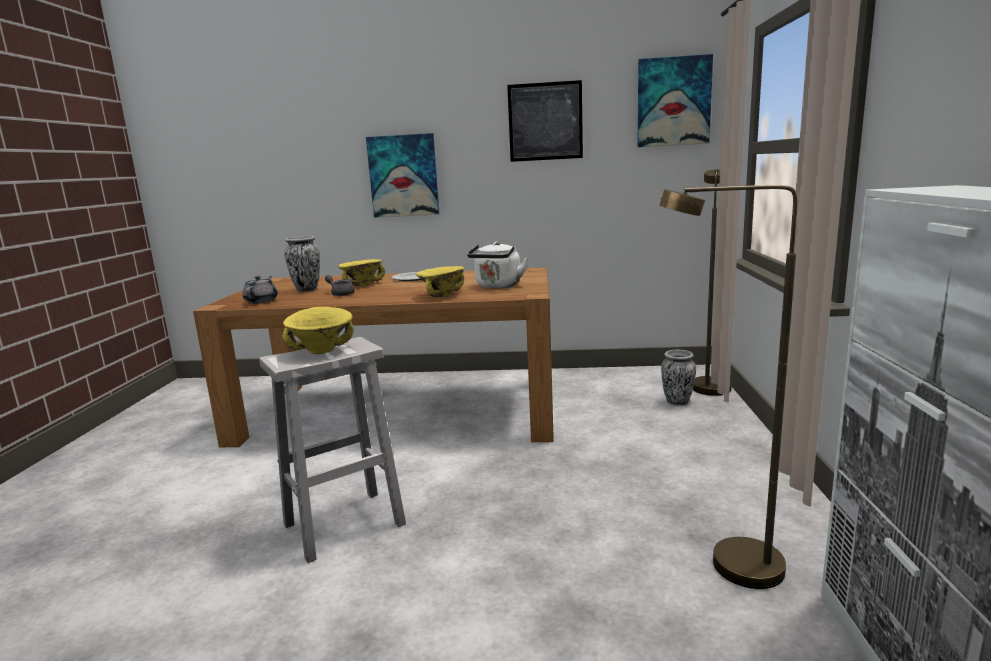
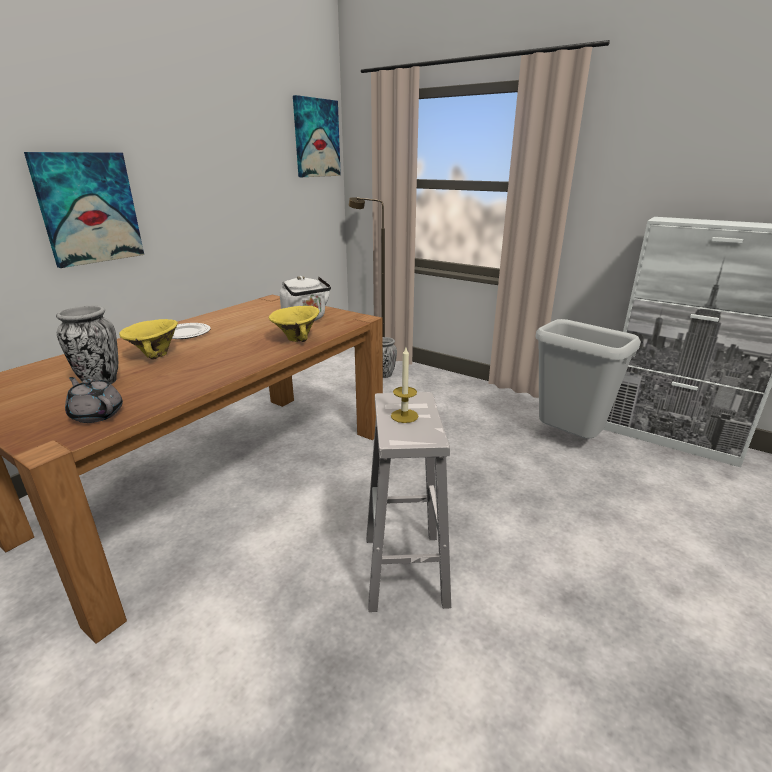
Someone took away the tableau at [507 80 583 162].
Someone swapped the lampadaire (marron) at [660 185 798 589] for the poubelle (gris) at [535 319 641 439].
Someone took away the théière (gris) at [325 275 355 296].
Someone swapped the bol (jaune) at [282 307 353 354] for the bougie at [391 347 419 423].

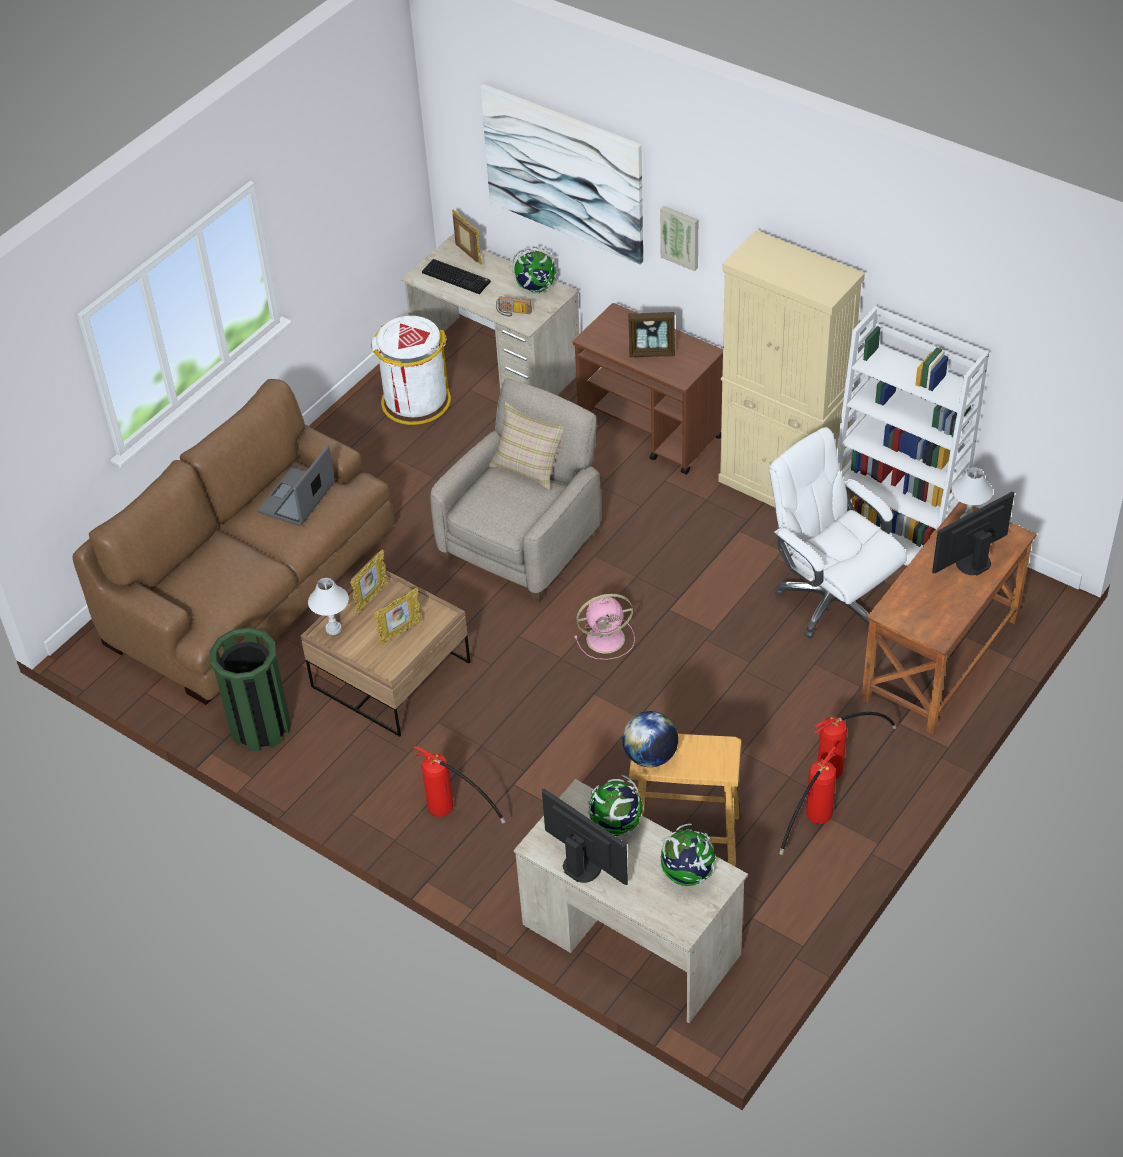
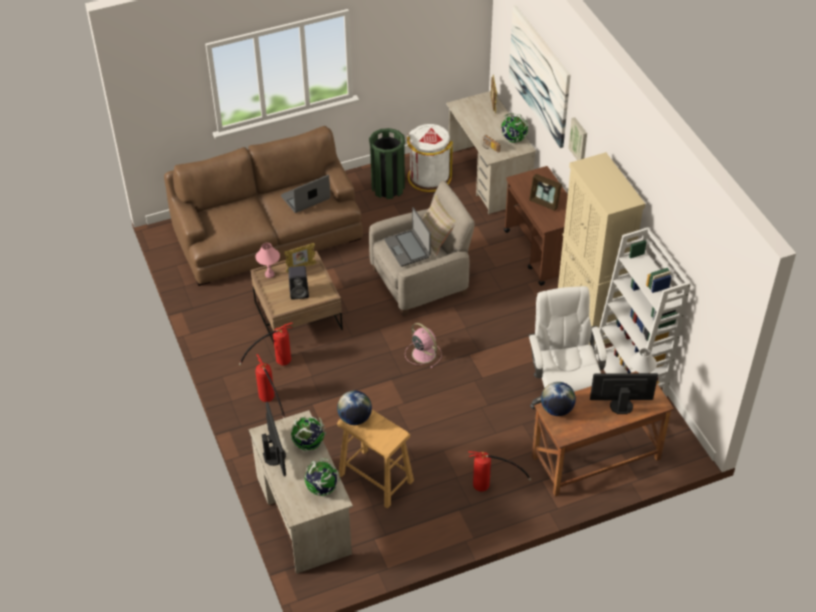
Someone took away the clavier at [422 259 491 294].
Someone repainted the lampe de table (blanc) at [308 578 349 635], which became the lampe de table (rose) at [255 243 280 278].
Someone swapped the cadre photo at [374 588 423 646] for the enceinte (noir) at [288 266 309 300].
Someone rotated the ventilateur (rose) at [574 594 635 660] by 150 degrees counterclockwise.
Someone carried the poubelle (vert) from [210 627 291 751] to [369 128 405 199].
Someone carried the extincteur from [779 746 836 855] to [239 322 293 366].
Someone put down the ordinateur portable at [384 207 431 267].
Someone put down the globe at [541 382 576 416].

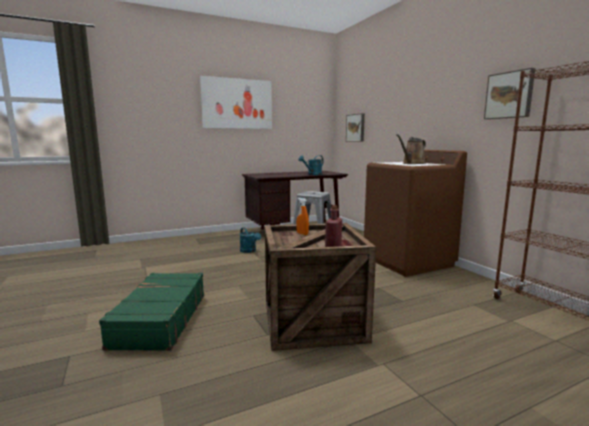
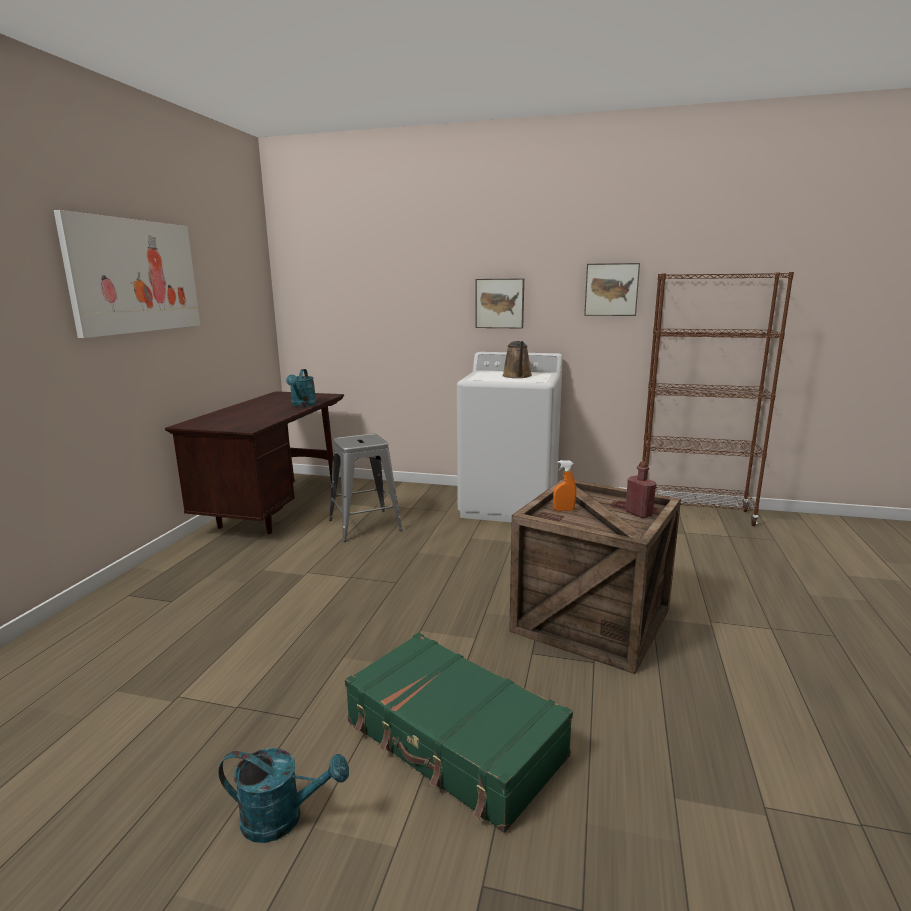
Someone carried the tableau from [346 113 365 141] to [476 278 524 328].
Someone repainted the lave-linge (marron) at [364 150 467 277], which became the lave-linge (blanc) at [457 352 563 522].
Someone carried the arrosoir (turquoise) from [240 227 261 253] to [218 748 349 843].

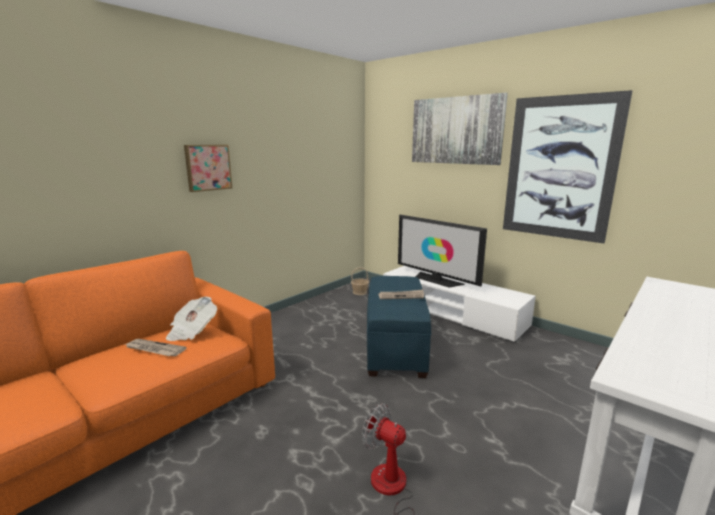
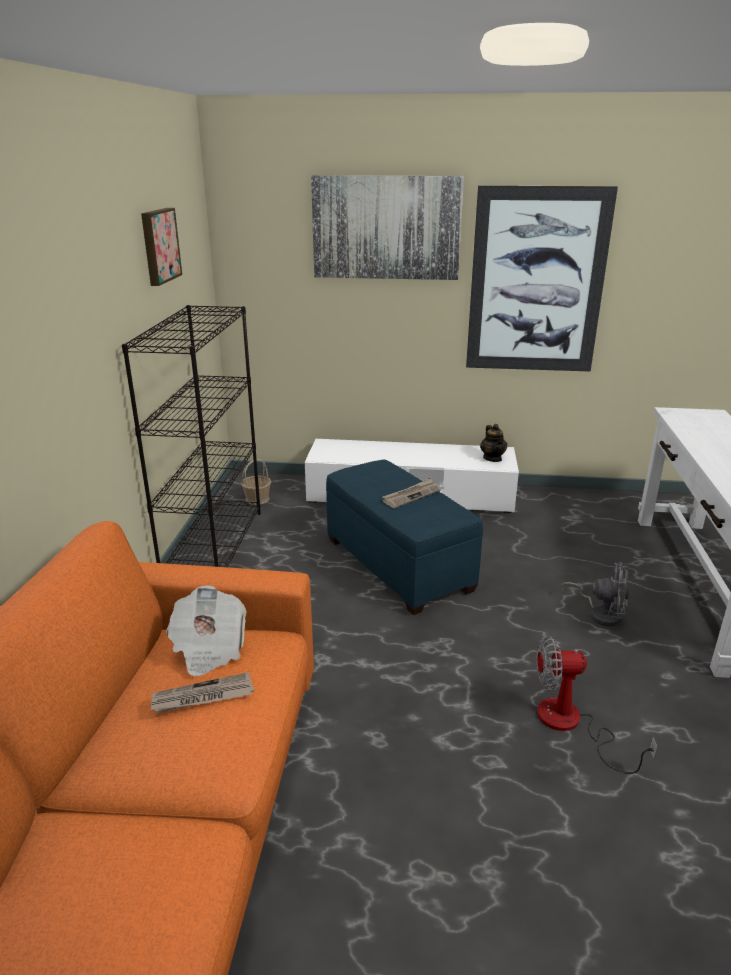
Someone carried the tableau from [184 145 232 192] to [141 208 182 286].
Someone took away the téléviseur at [398 215 487 288].
Someone put down the bibliothèque (noir) at [122 305 261 567].
Someone put down the théière at [480 424 508 462].
Someone put down the ventilateur (gris) at [561 562 629 626].

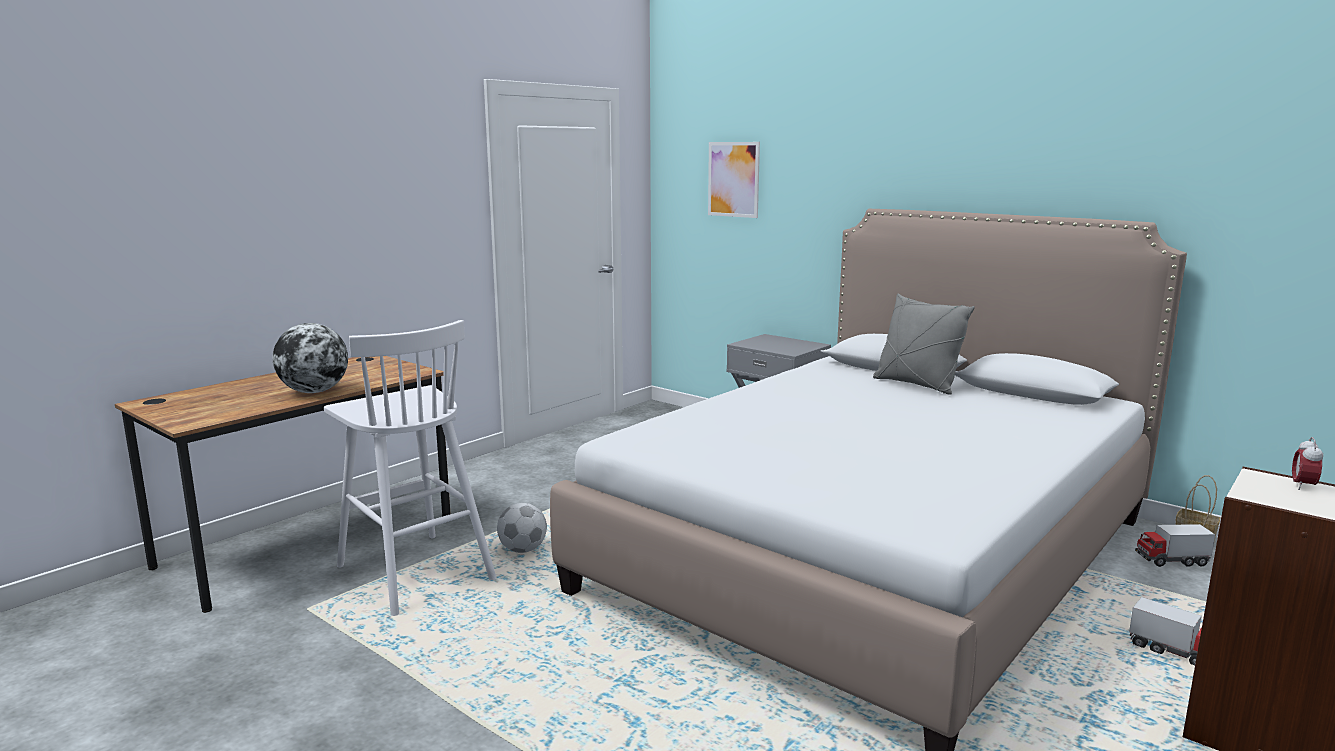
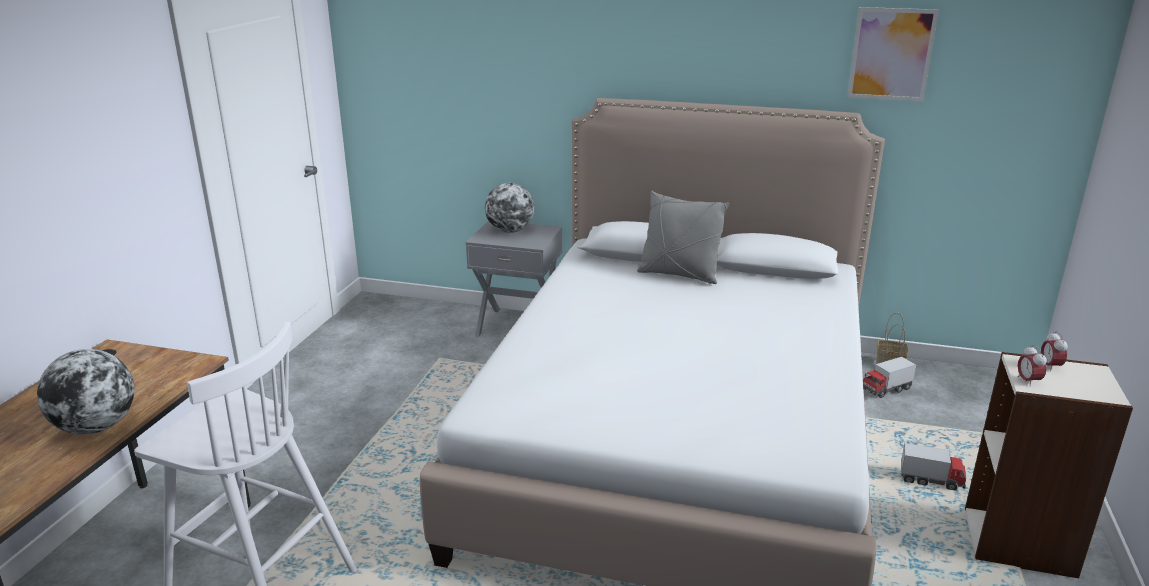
Someone carried the tableau from [708 142 760 218] to [847 7 939 101].
Someone took away the ballon de foot at [497 503 547 553].
Someone put down the globe at [485 183 534 233].
Someone put down the réveil at [1018 345 1047 387].

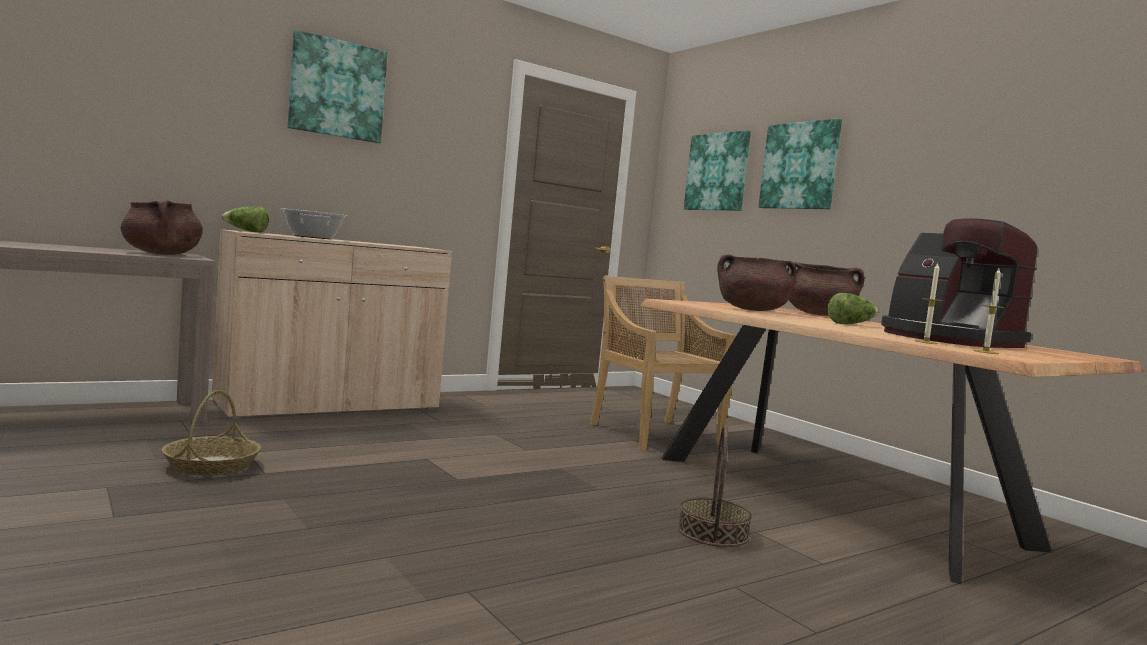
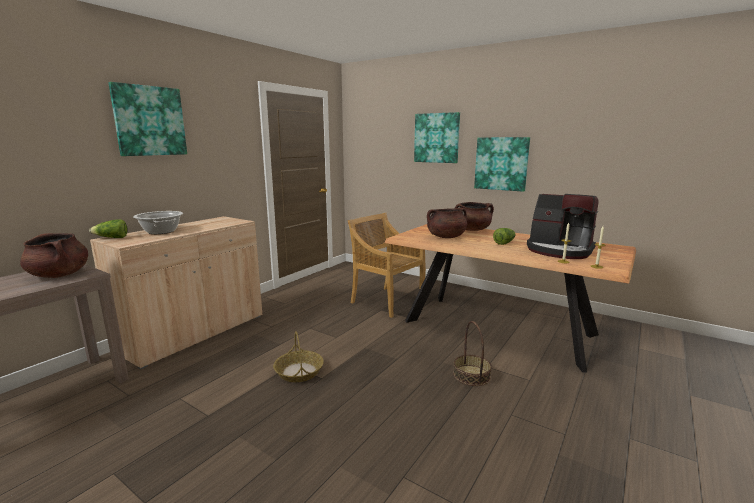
Someone carried the tableau from [684 130 751 211] to [474 137 530 192].
Someone carried the panier from [162 390 261 476] to [273 331 324 382].

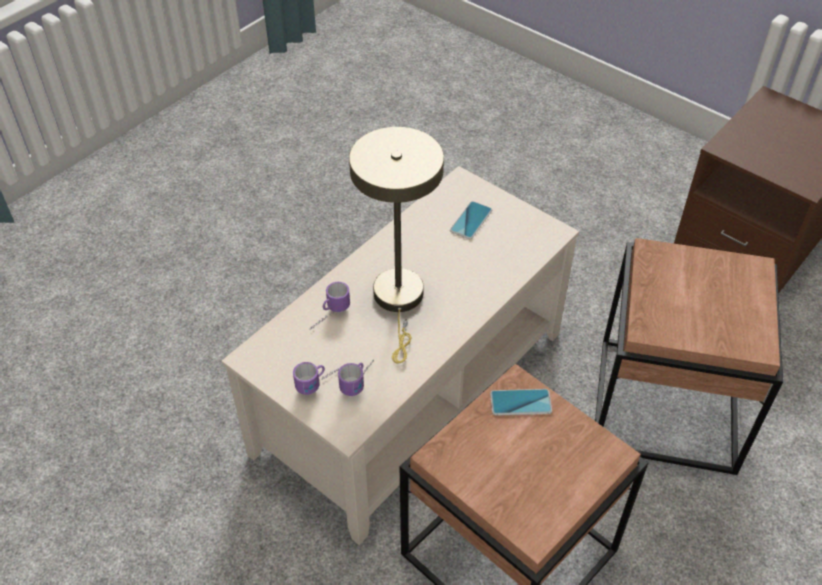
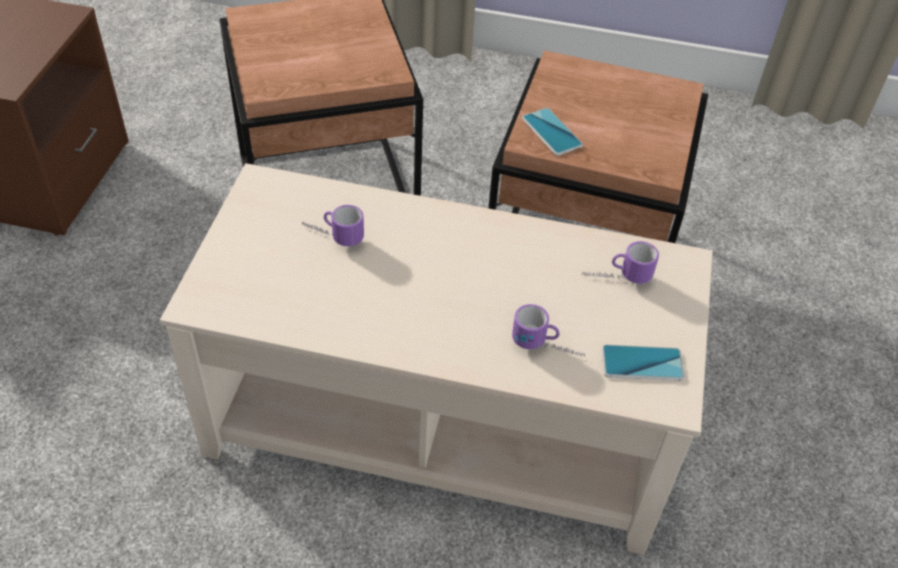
Someone took away the lampe de table (beige) at [349 127 444 363].
Someone carried the téléphone from [450 201 492 239] to [601 344 685 381].
Someone carried the mug from [293 362 342 395] to [302 205 364 247].

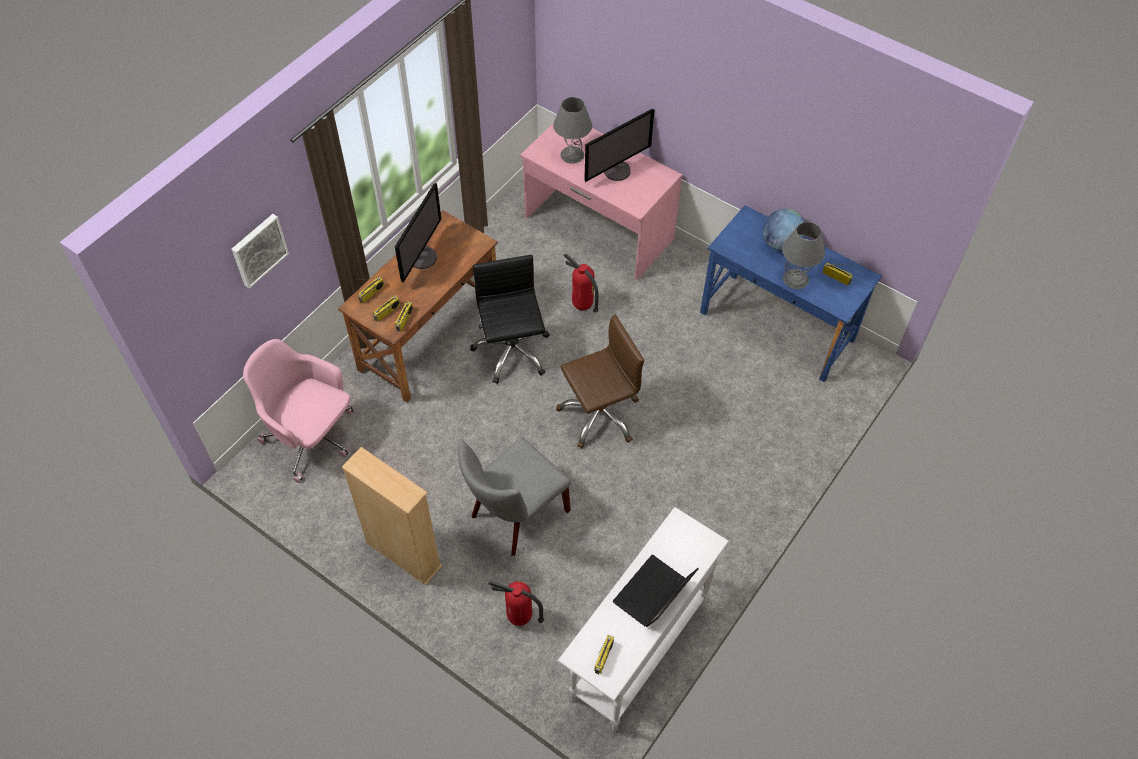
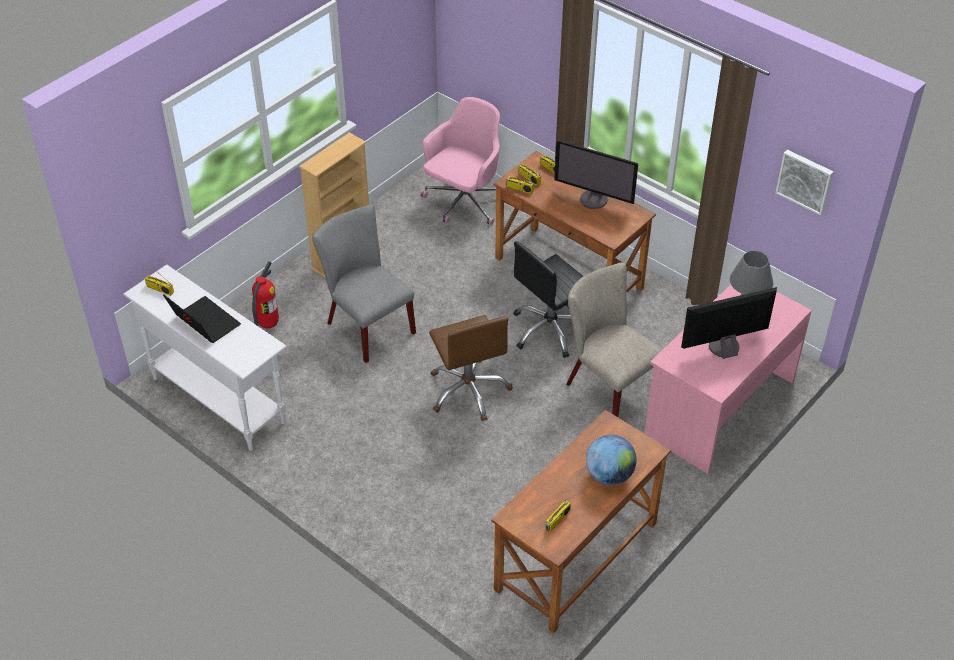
Someone rotated the écran d'ordinateur at [584 109 655 182] by 105 degrees clockwise.
Someone repainted the bureau (bleu) at [700 205 882 382], which became the bureau (marron) at [491 410 671 633].
Someone carried the tableau from [232 214 289 289] to [776 150 834 215].
Someone took away the lampe de table (gris) at [782 222 825 289].
Someone swapped the extincteur at [563 253 599 313] for the chaise (beige) at [566 262 663 417].
Someone rotated the chaise de bureau (noir) at [470 255 550 384] by 150 degrees clockwise.

